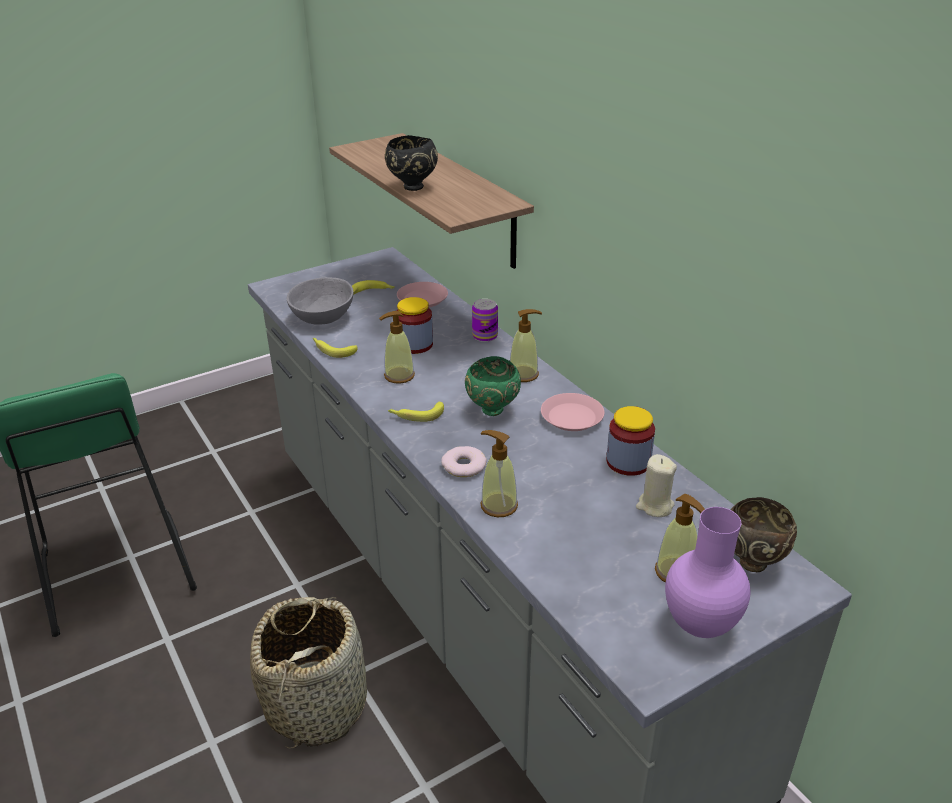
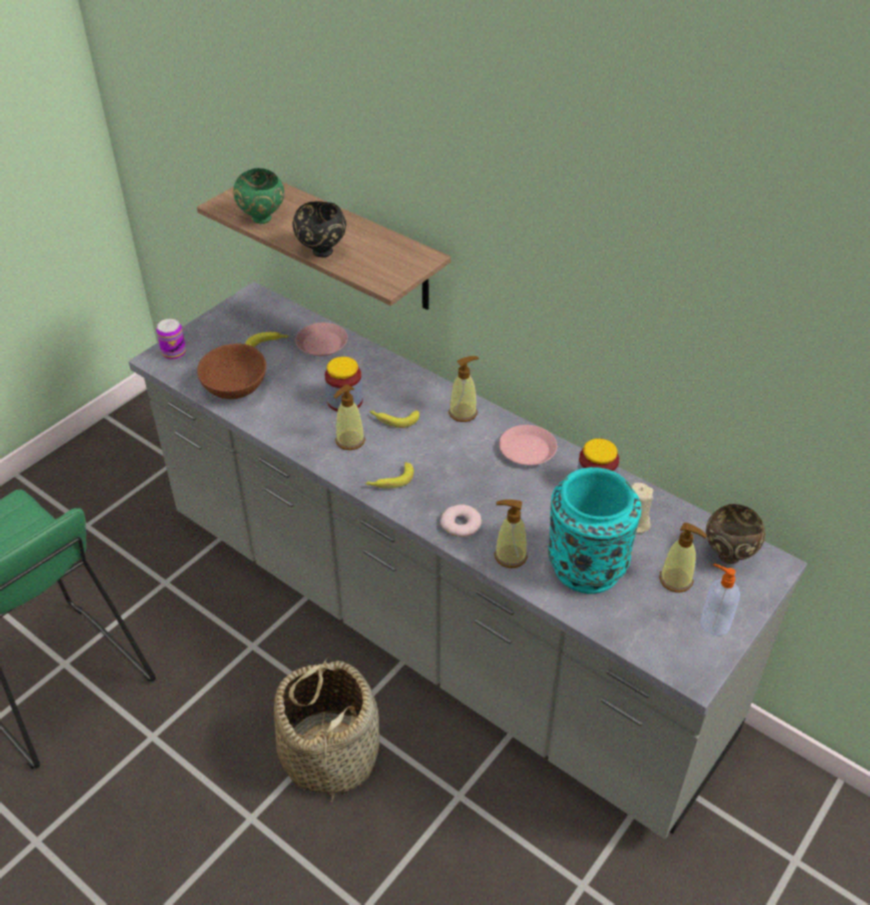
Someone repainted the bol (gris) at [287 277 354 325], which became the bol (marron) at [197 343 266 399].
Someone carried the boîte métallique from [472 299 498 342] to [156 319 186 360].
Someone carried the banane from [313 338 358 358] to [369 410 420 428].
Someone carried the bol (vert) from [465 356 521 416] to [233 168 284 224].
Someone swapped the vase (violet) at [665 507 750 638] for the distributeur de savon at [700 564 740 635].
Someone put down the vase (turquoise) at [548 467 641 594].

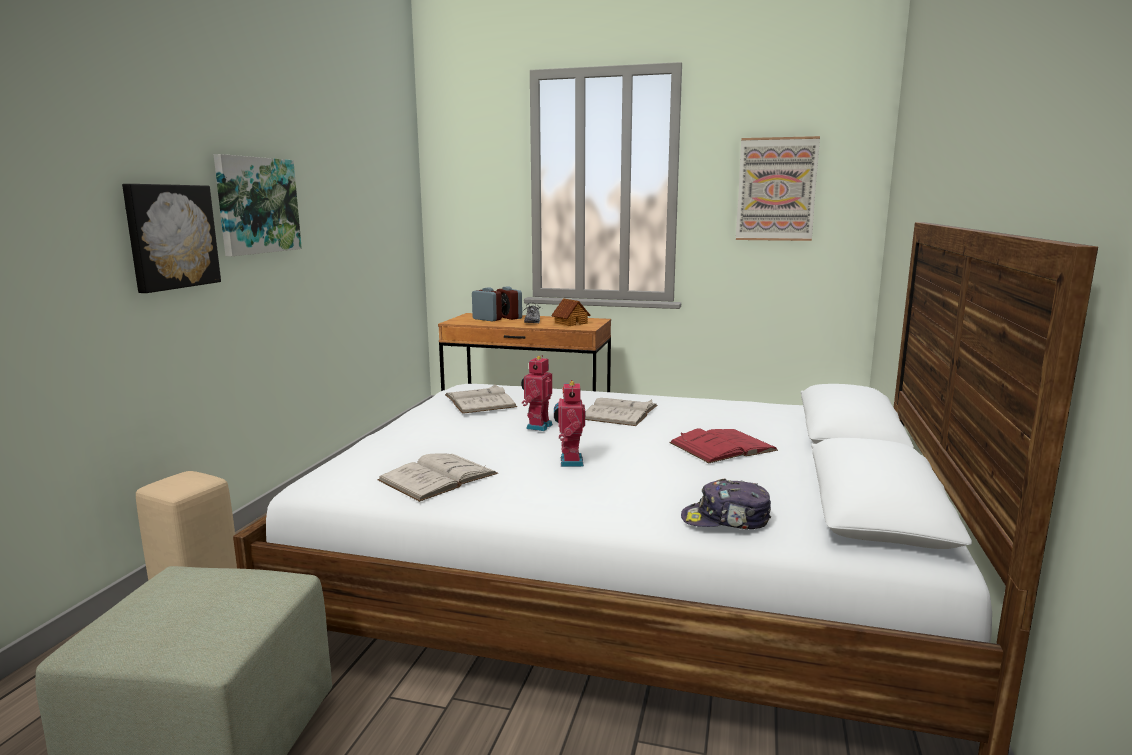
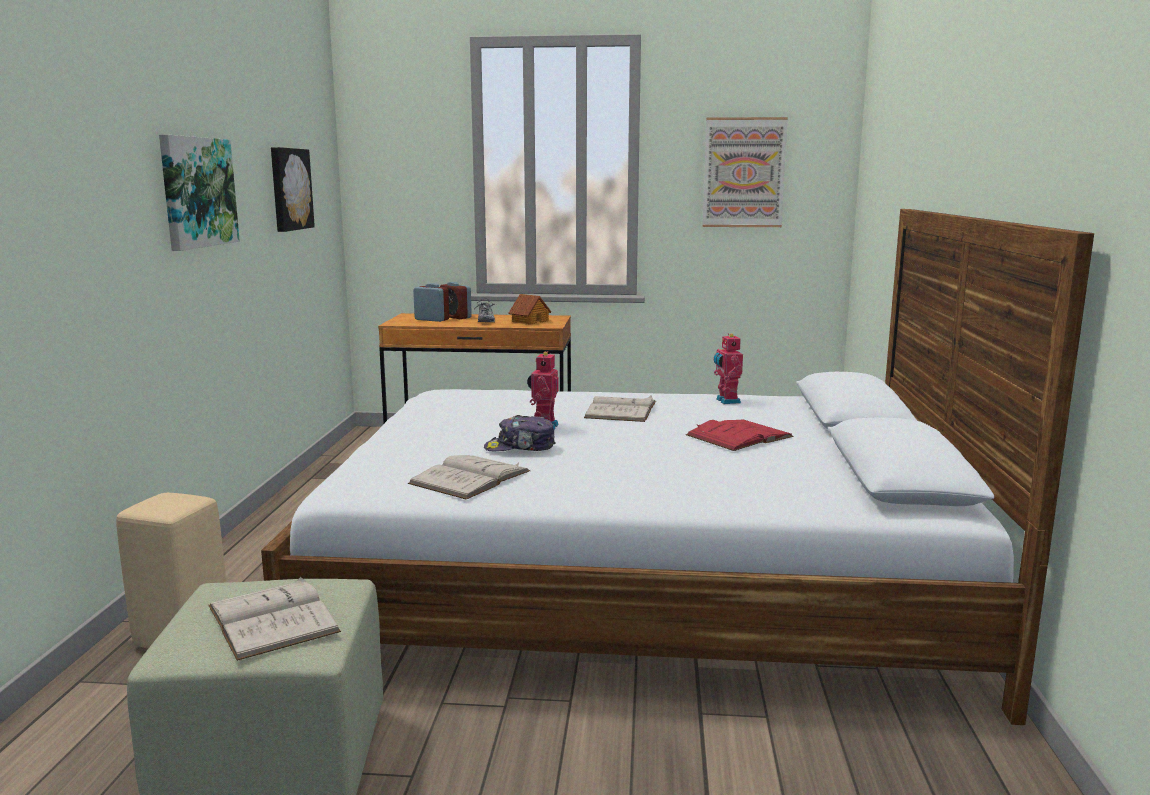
Someone carried the tableau from [122 184 221 293] to [271 147 315 232].
Someone carried the robot jouet from [554 380 585 467] to [714 333 743 404].
Someone carried the livre (blanc) from [445 384 517 414] to [208 577 341 661].
Someone carried the casquette from [681 479 771 529] to [484 415 556 451].

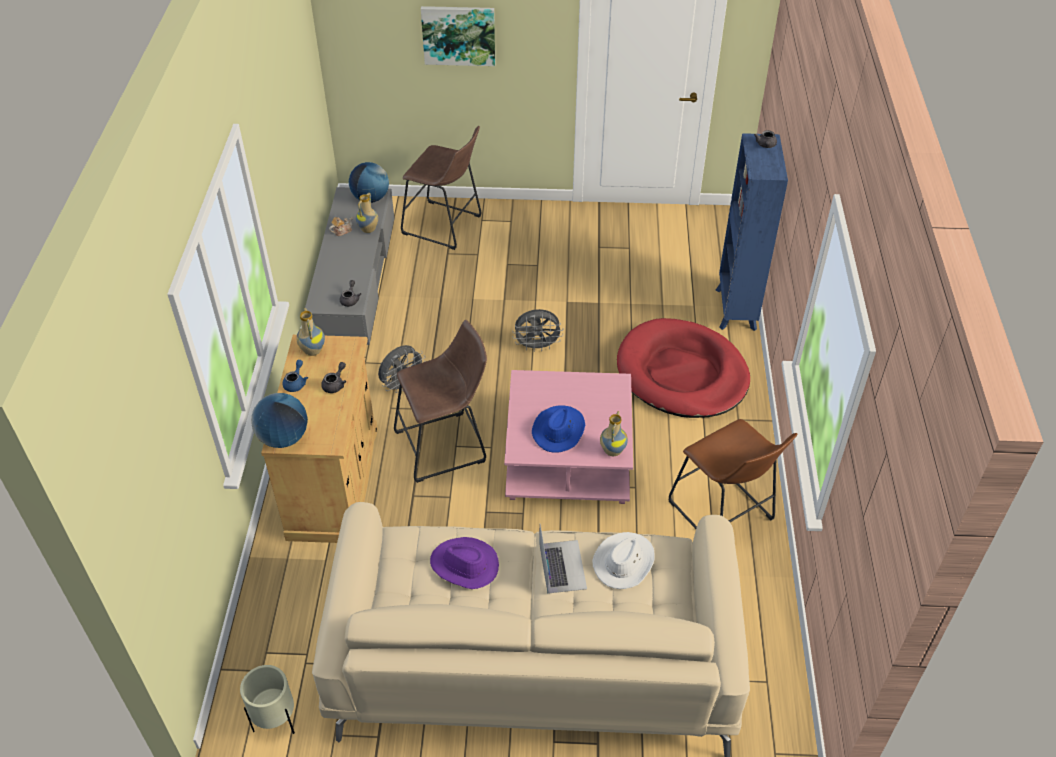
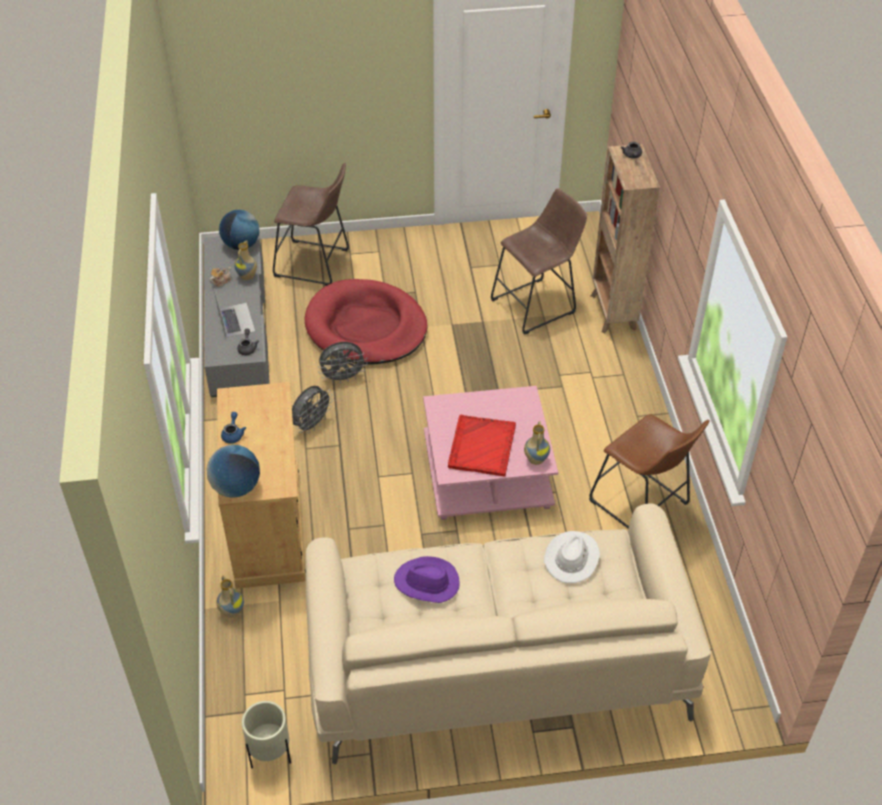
Someone took away the tableau at [421 6 495 66].
Someone repainted the bibliothèque (bleu) at [716 133 788 331], which became the bibliothèque (marron) at [591 144 660 333].
Someone carried the vase from [296 308 325 356] to [217 576 244 618].
Someone carried the ventilateur (gris) from [512 309 564 351] to [318 342 367 384].
Someone carried the panier pour chien (rouge) from [617 318 750 418] to [304 279 428 365].
Someone carried the tabouret (marron) from [394 320 487 483] to [491 188 587 335].
Someone took away the théière (gris) at [321 362 346 393].
Someone swapped the chapeau (bleu) at [532 405 585 453] for the plateau (rouge) at [448 415 516 476].
Someone carried the ordinateur portable from [539 525 587 594] to [214 289 255 338].

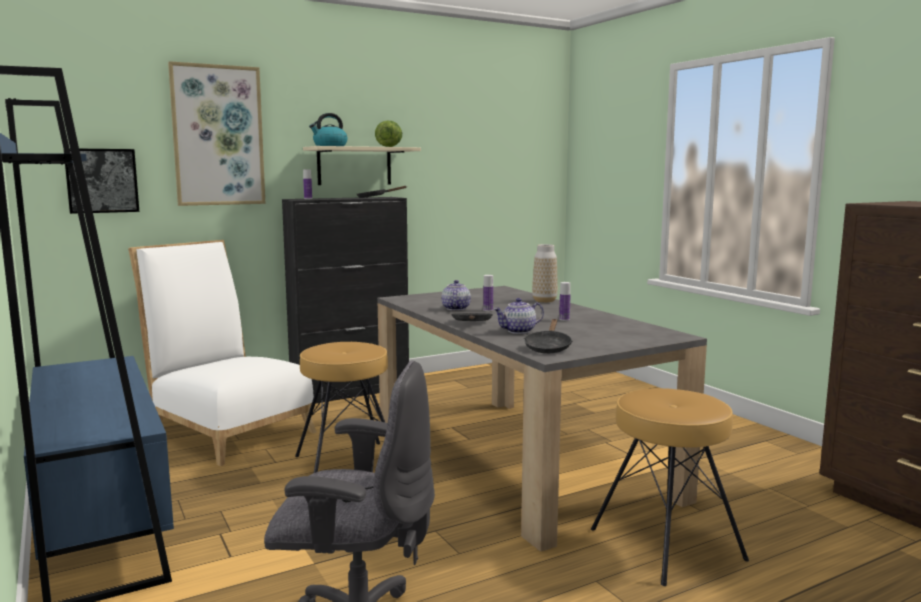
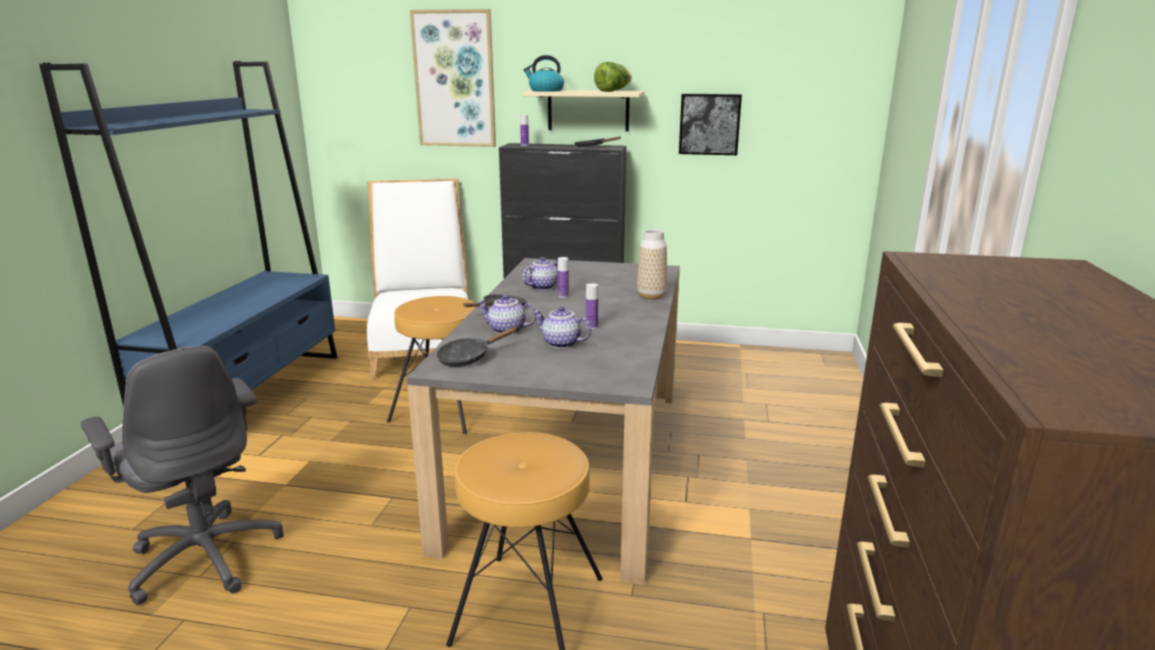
Someone carried the tableau from [64 149 139 214] to [679 94 742 155].
Someone put down the théière at [534 307 591 349].

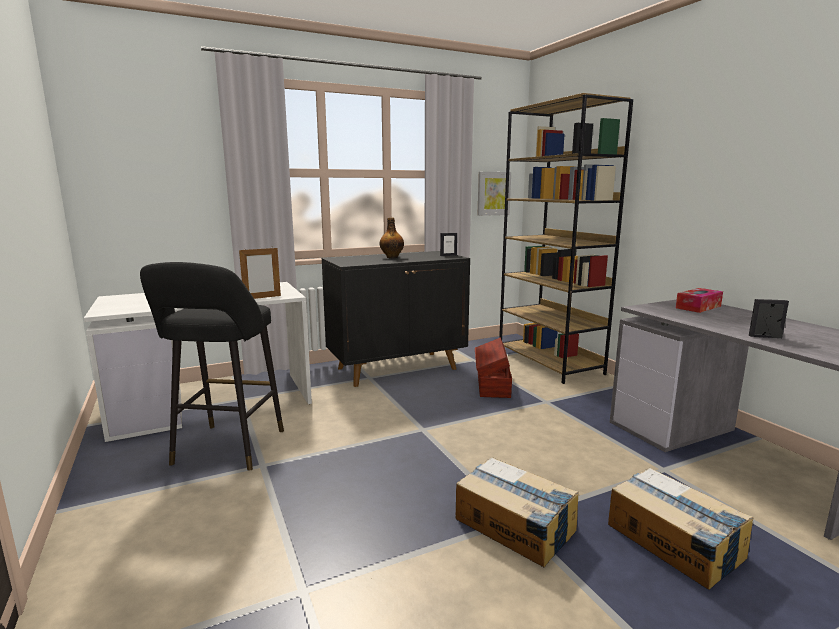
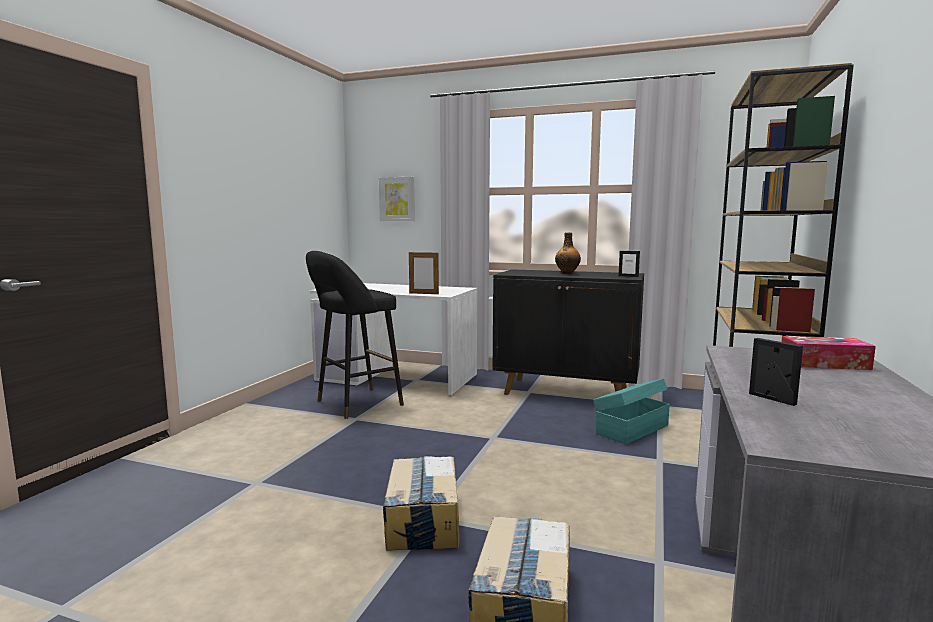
Someone carried the tableau from [477 172 511 216] to [379 177 415 221].
Someone repainted the boîte de rangement (marron) at [475 338 512 398], which became the boîte de rangement (turquoise) at [593 378 670 445].

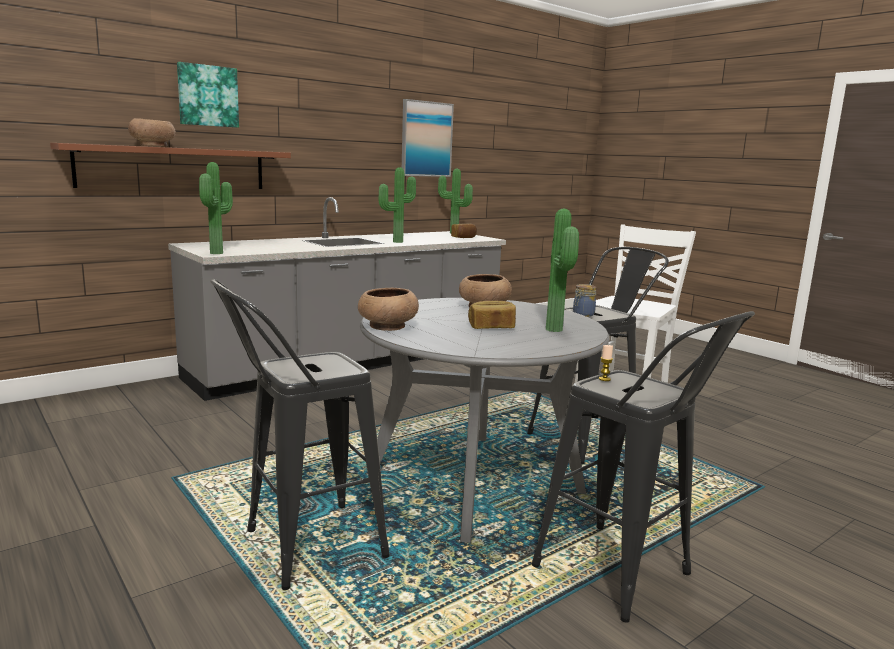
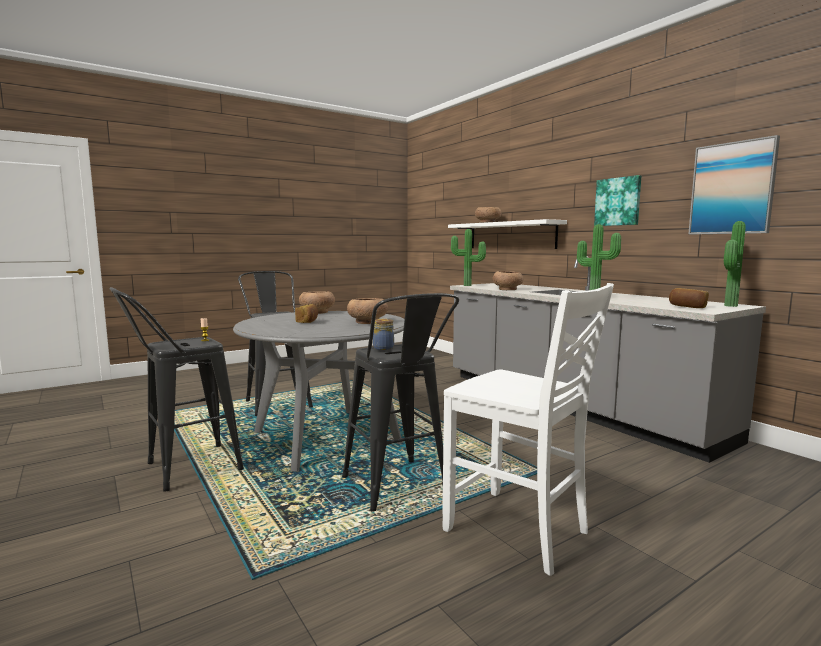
Someone carried the tableau from [177 62 239 128] to [594 175 641 226].
Someone repainted the étagère (marron) at [50 143 291 189], which became the étagère (blanc) at [448 219 567 249].
Someone took away the plante en pot at [546 209 579 332].
Someone put down the bol (marron) at [493 271 523 290].

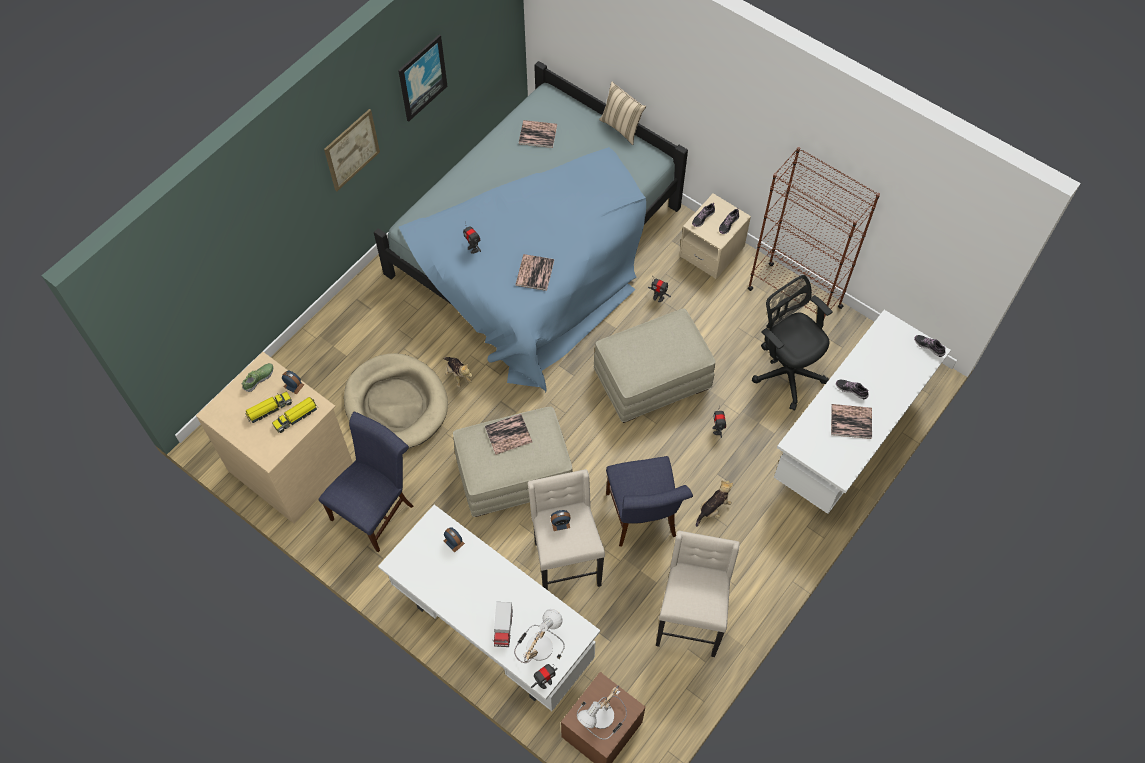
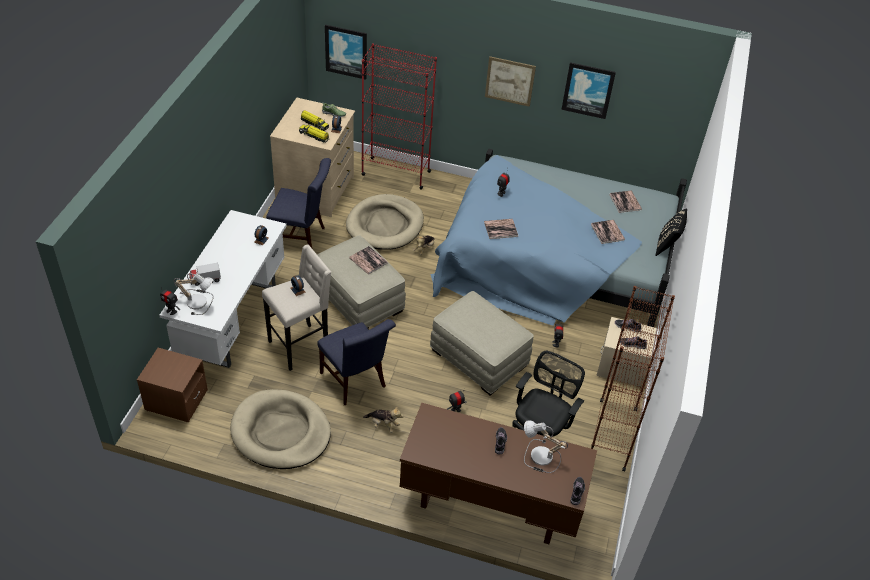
Someone repainted the coussin (beige) at [599 82 646 145], which became the coussin (noir) at [655 208 687 256].
Someone repainted the bureau (blanc) at [774 310 951 514], which became the bureau (marron) at [400 403 597 544].
Someone carried the livre from [831 404 872 439] to [591 220 625 244].
Someone rotated the chaise (bleu) at [606 456 693 546] by 90 degrees counterclockwise.
Someone swapped the tabouret (beige) at [656 531 740 657] for the panier pour chien (beige) at [230 389 331 469].
Someone carried the lampe de table from [577 685 627 740] to [524 420 568 473].
Someone put up the tableau at [325 25 367 80].
Someone put down the bibliothèque (rouge) at [362 43 437 189].

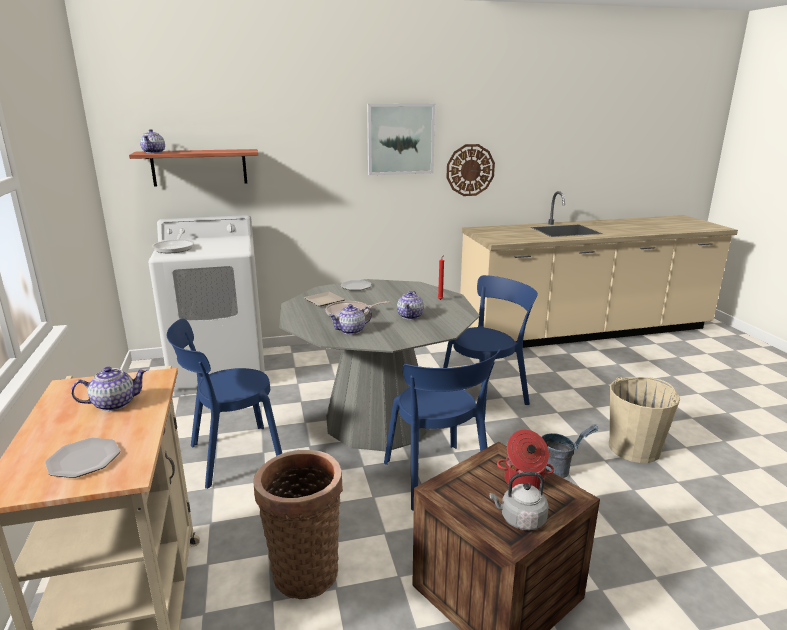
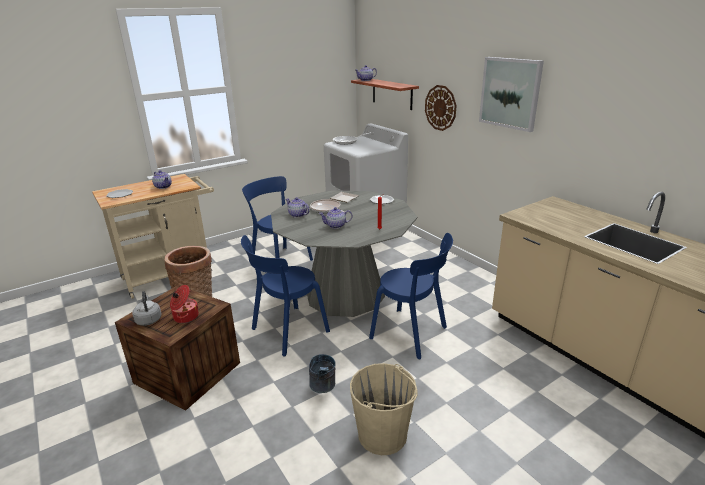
Someone carried the horloge murale from [446 144 495 196] to [425 85 457 131].

